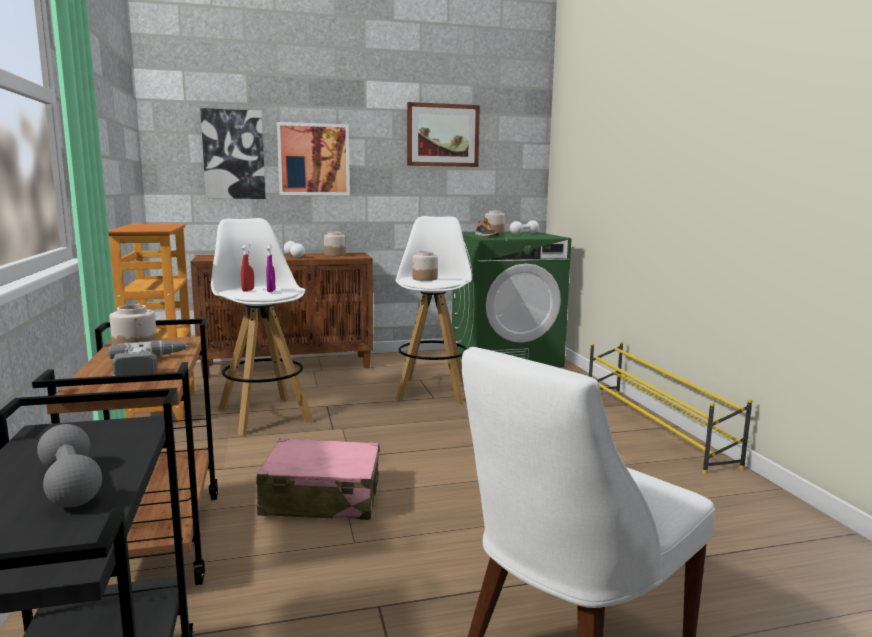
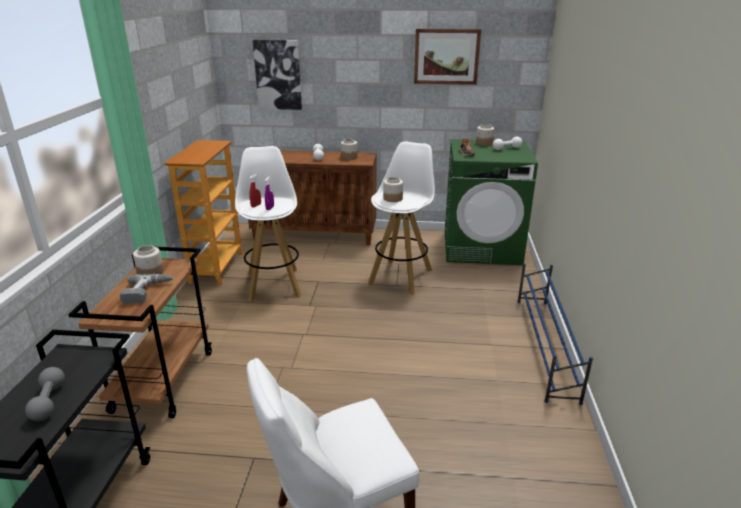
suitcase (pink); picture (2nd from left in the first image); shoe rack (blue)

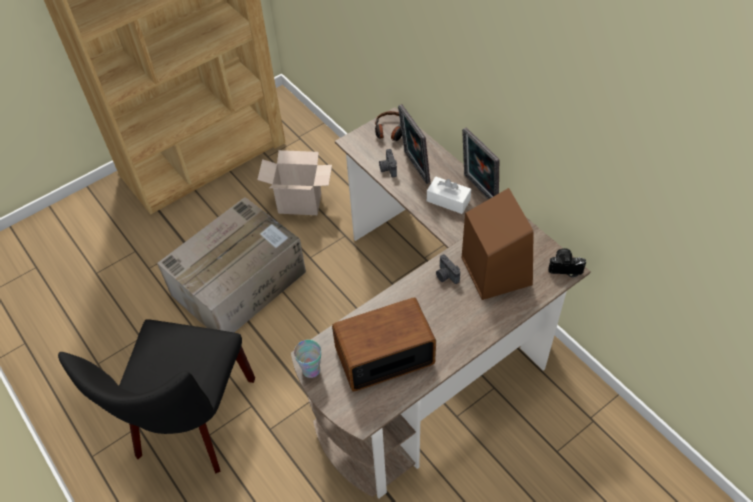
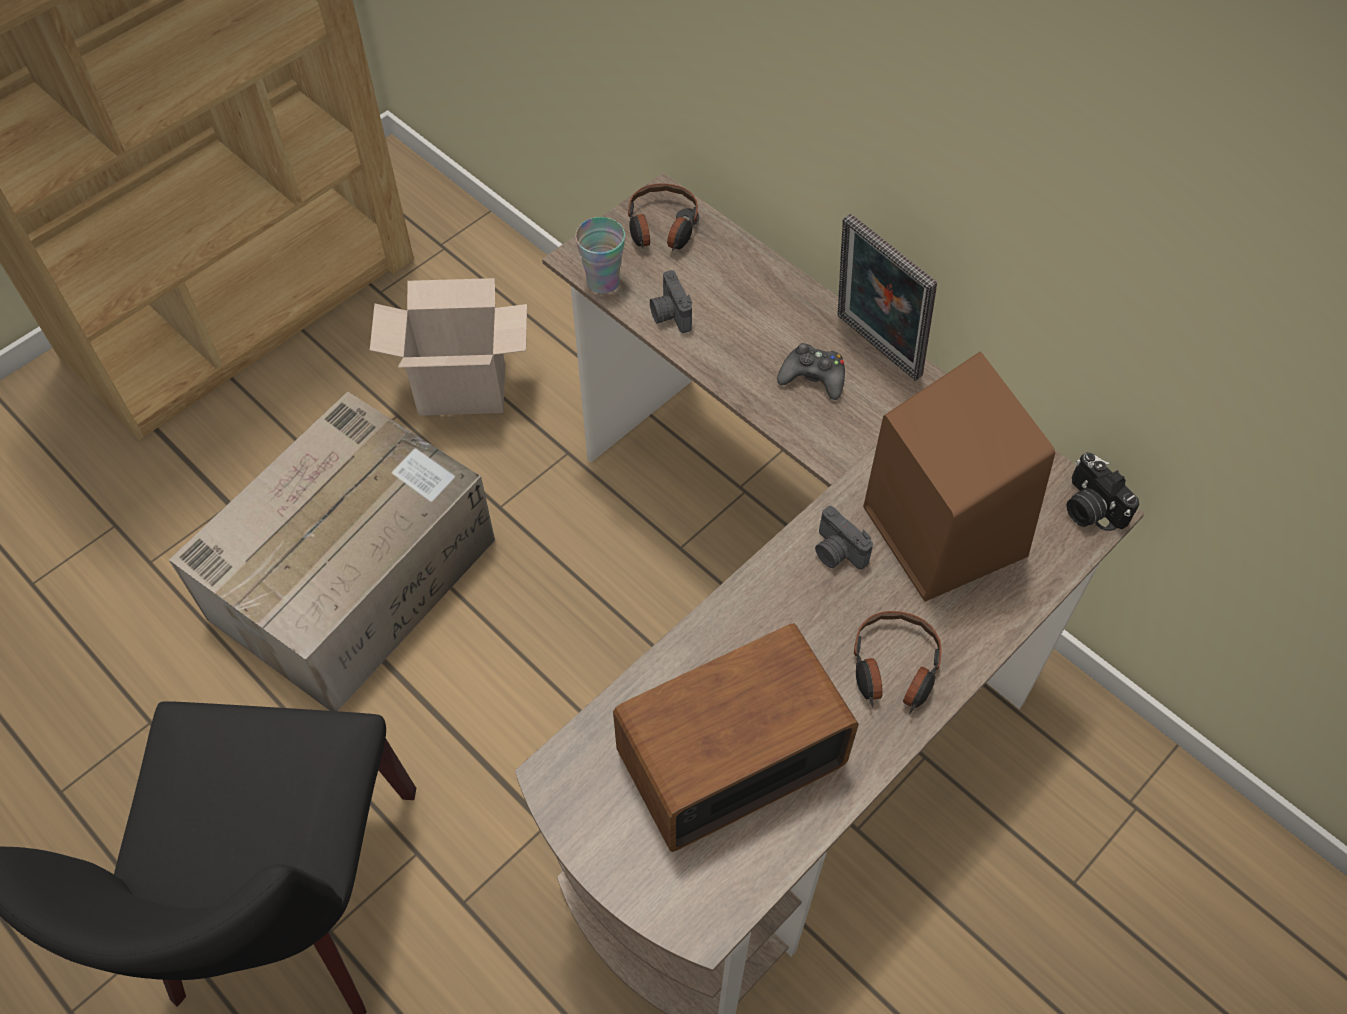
picture frame (1st from left in the first image); headphones (2nd from left); cup; game controller (black); photo camera (3rd from left)

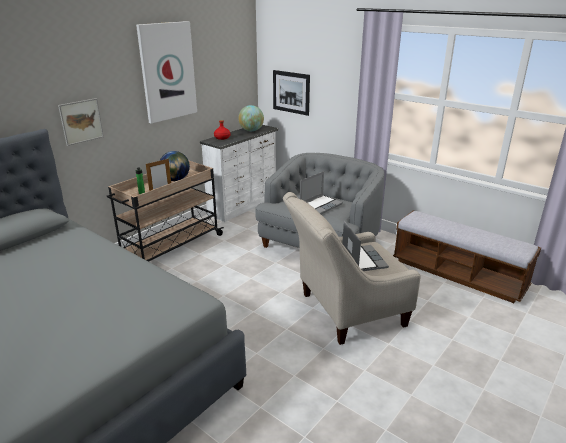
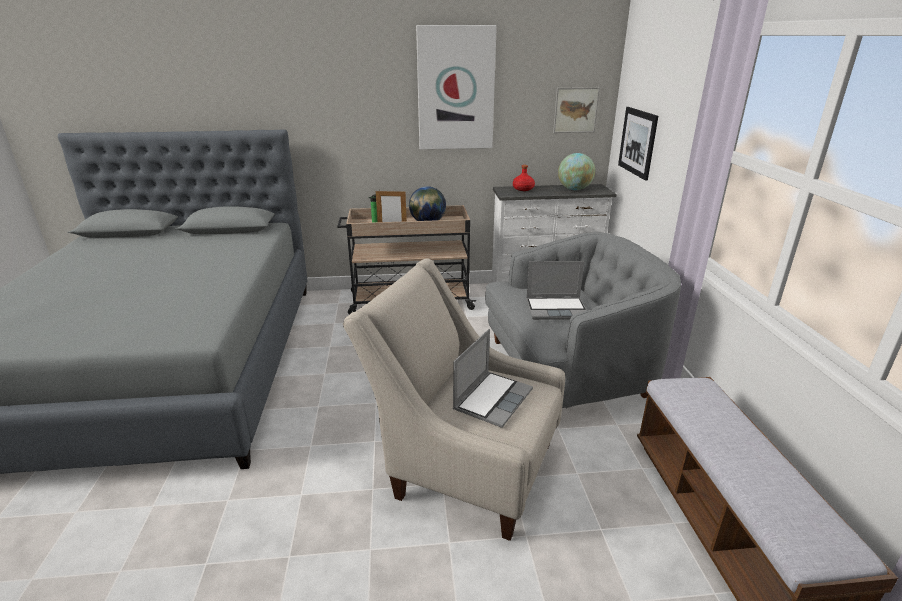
picture (2nd from left)

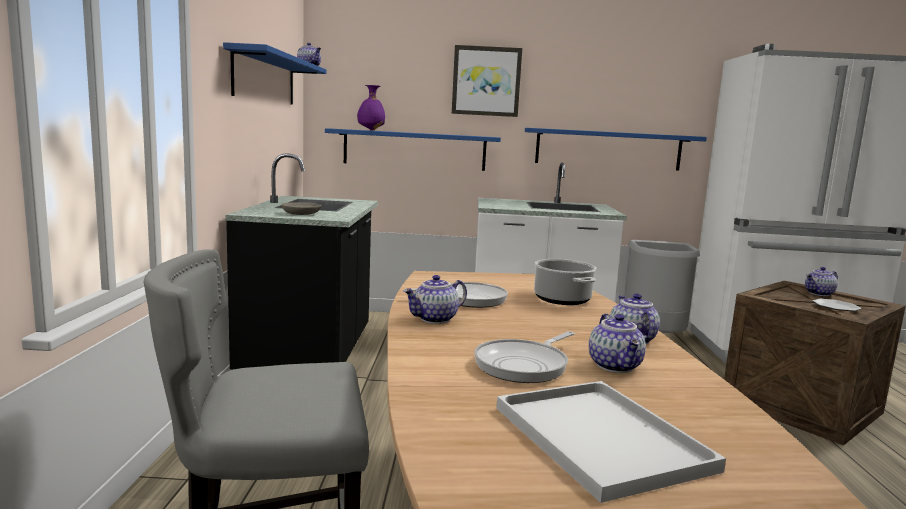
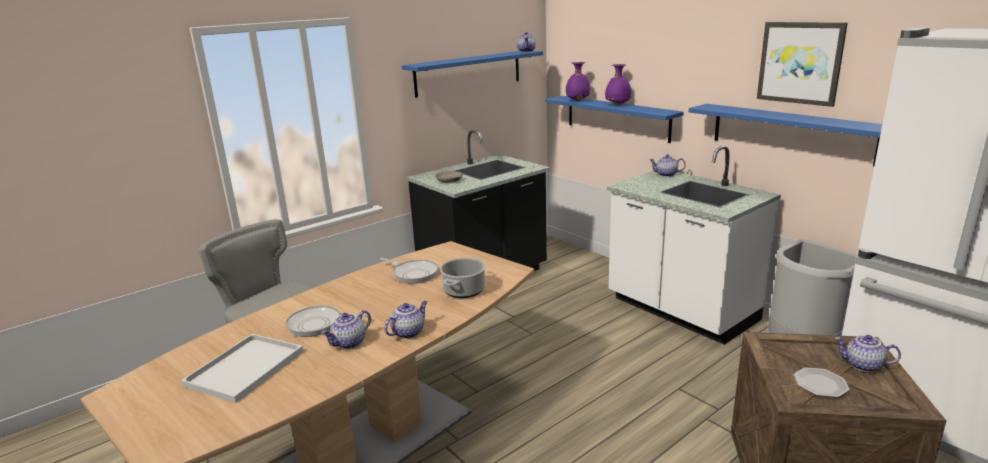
vase (purple) (2nd from left); teapot (4th from left); picture

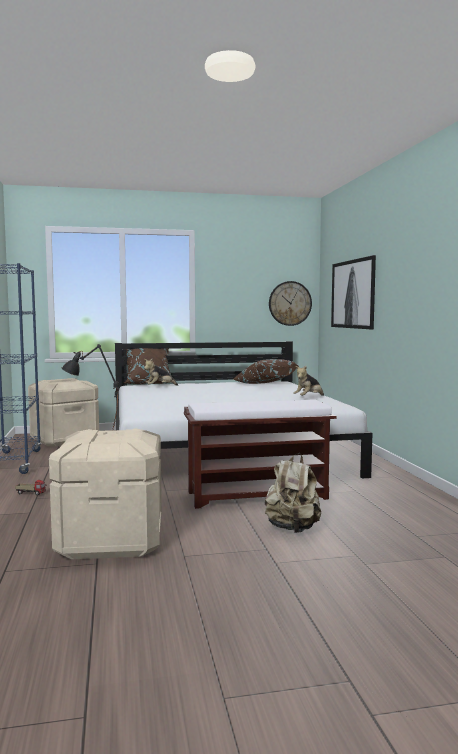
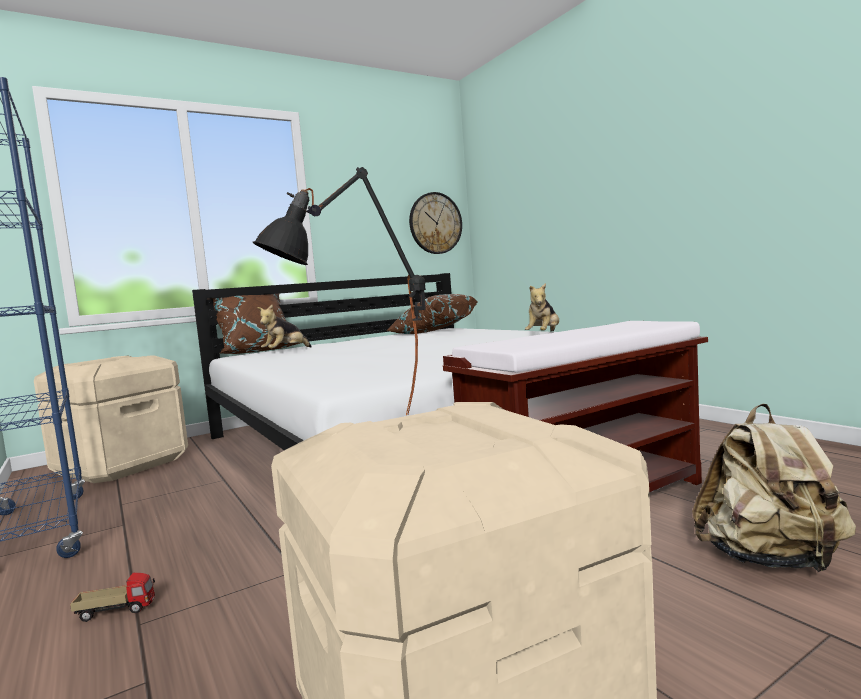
picture

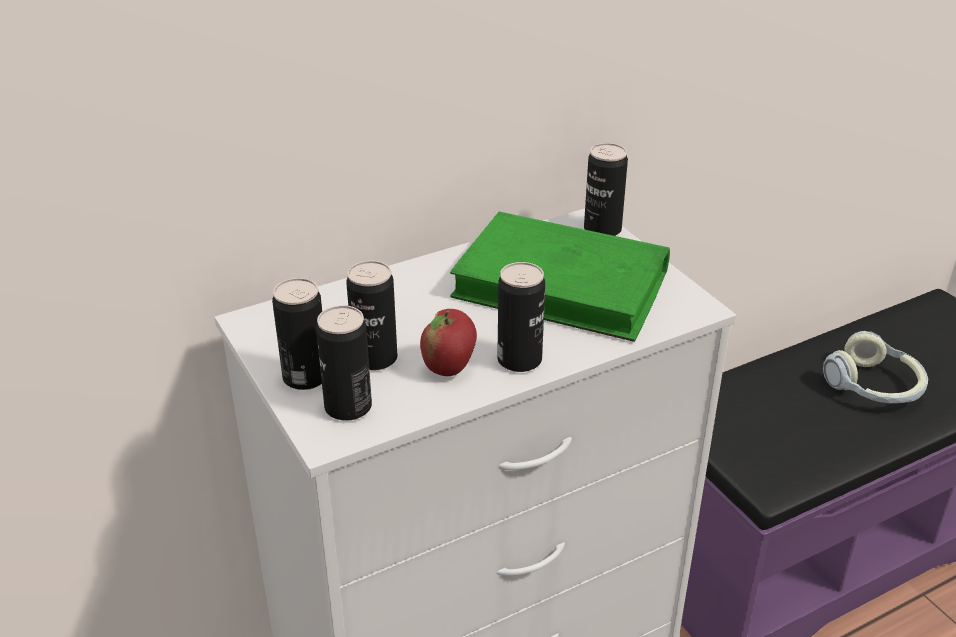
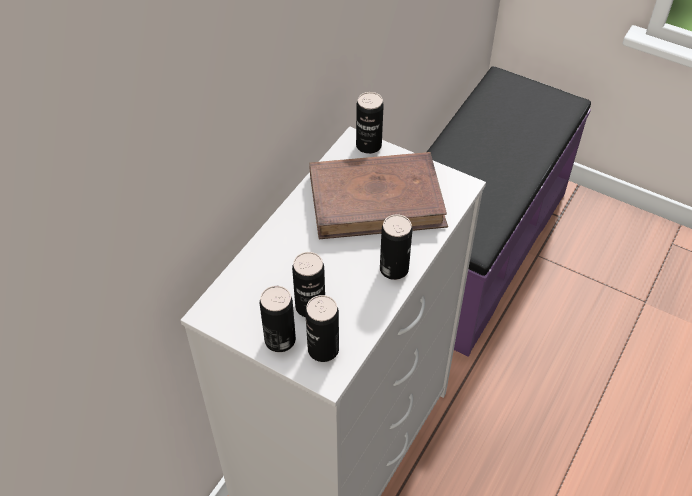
apple; headphones; book (brown)

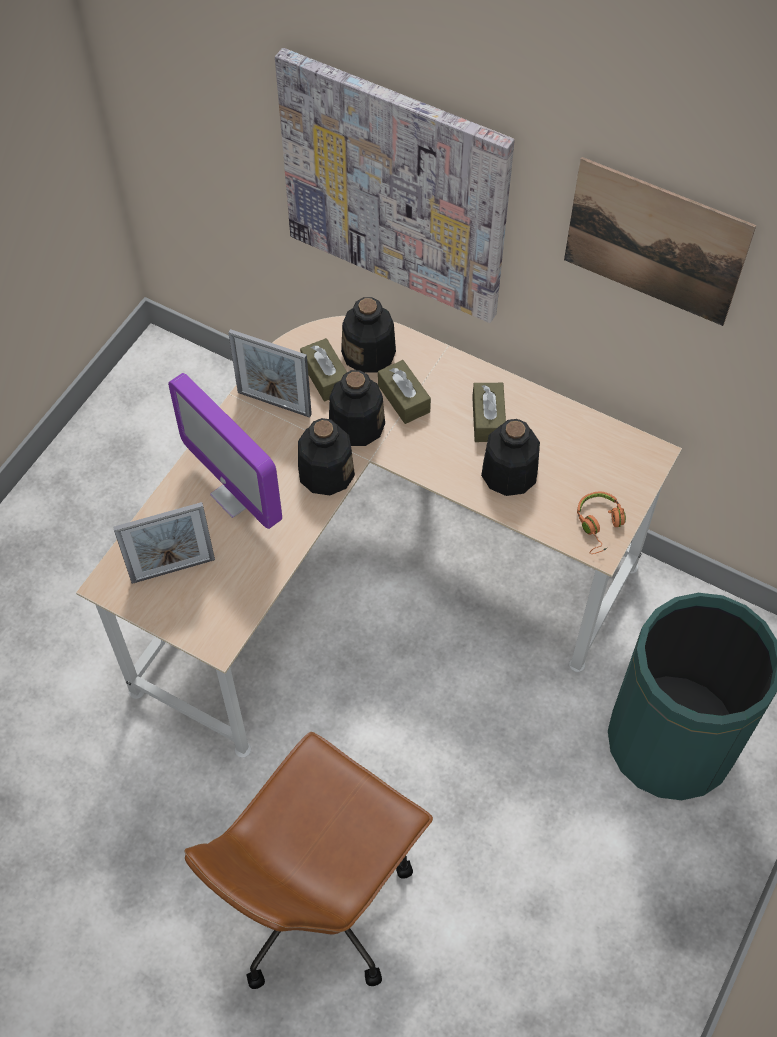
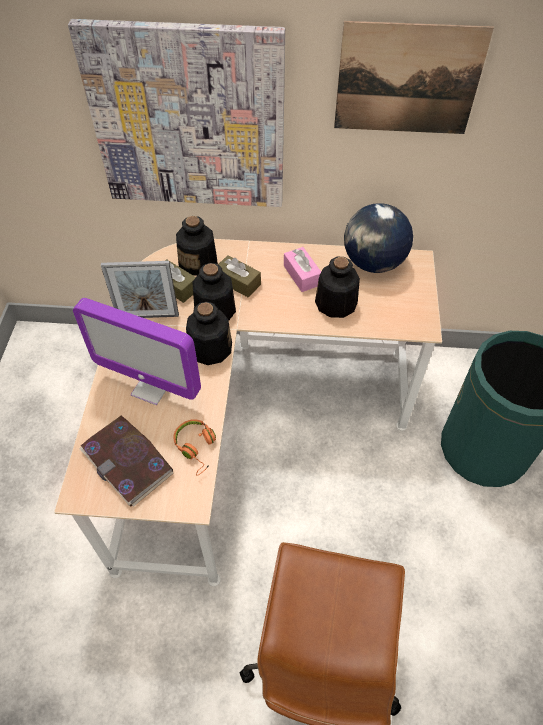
globe; headphones (orange); book; tissue box (pink)

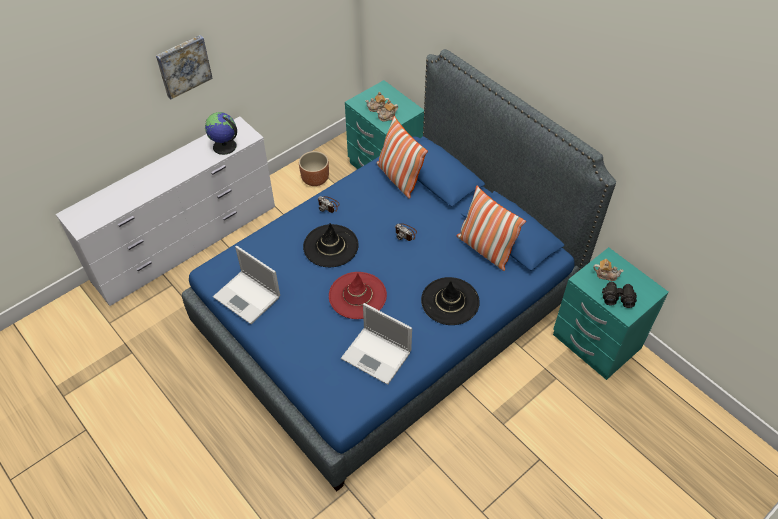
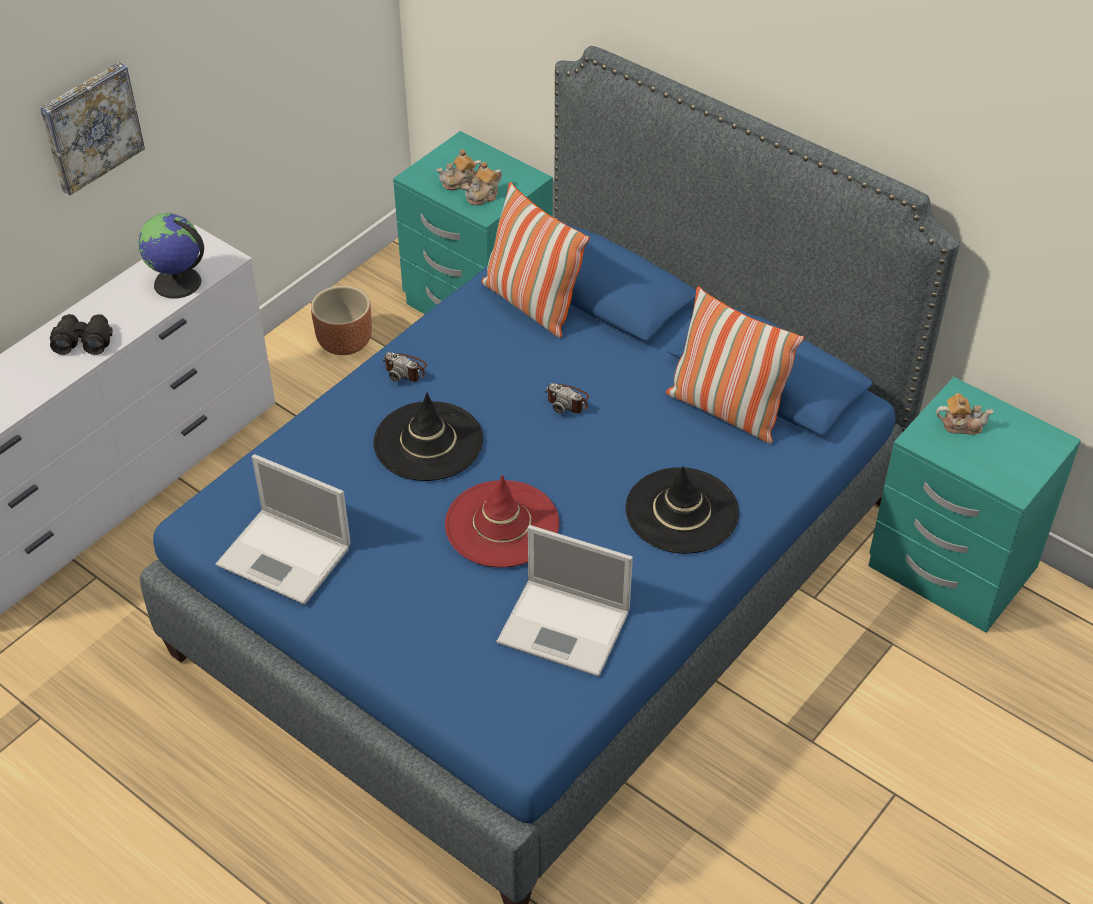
binoculars (black)

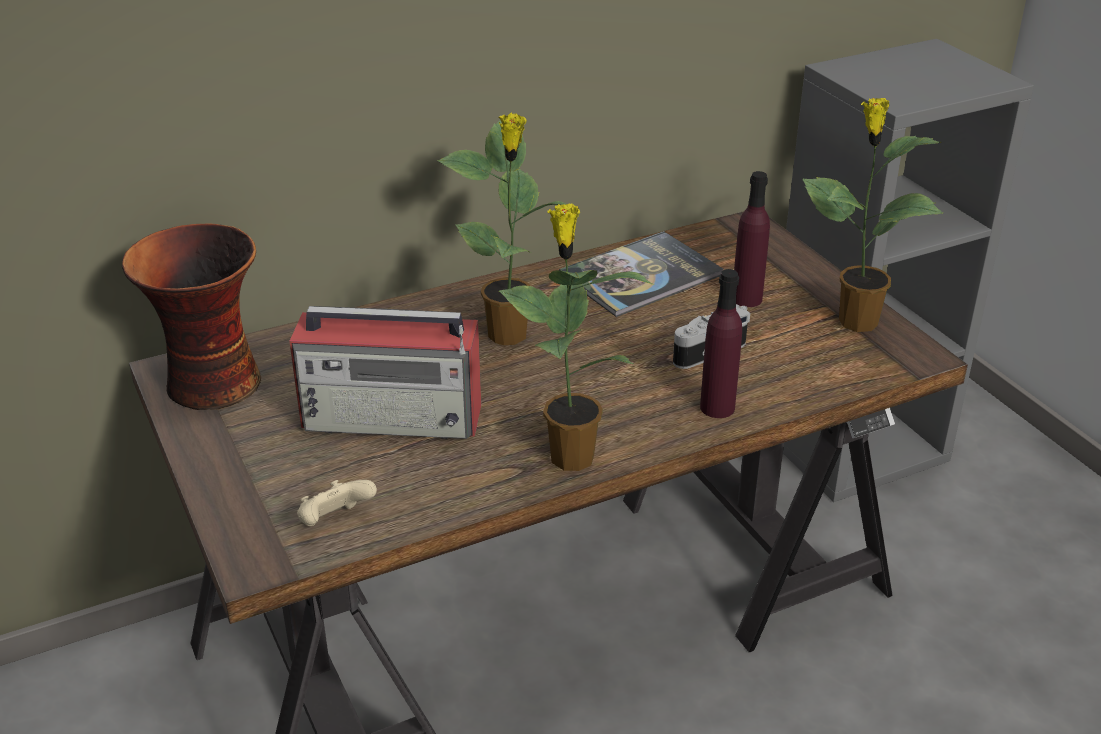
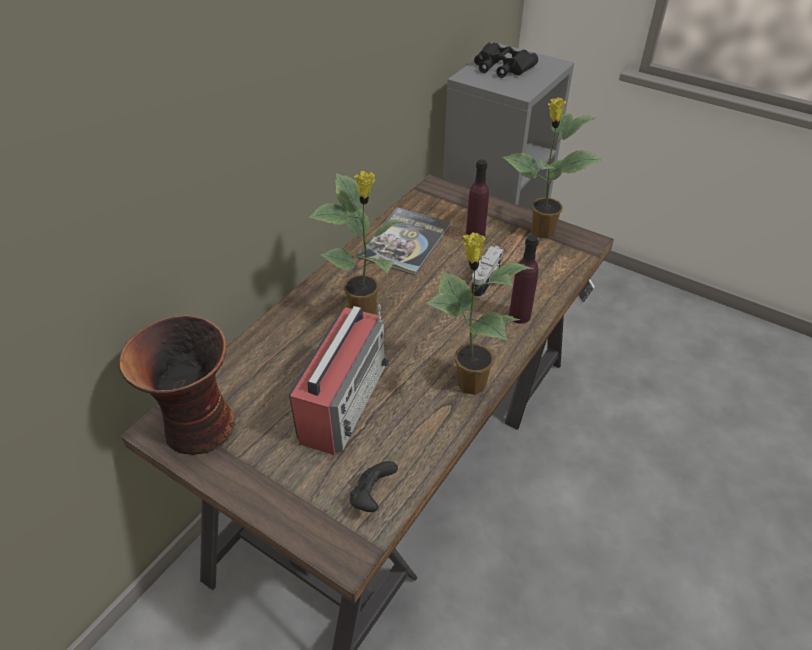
binoculars (black); game controller (black); radio

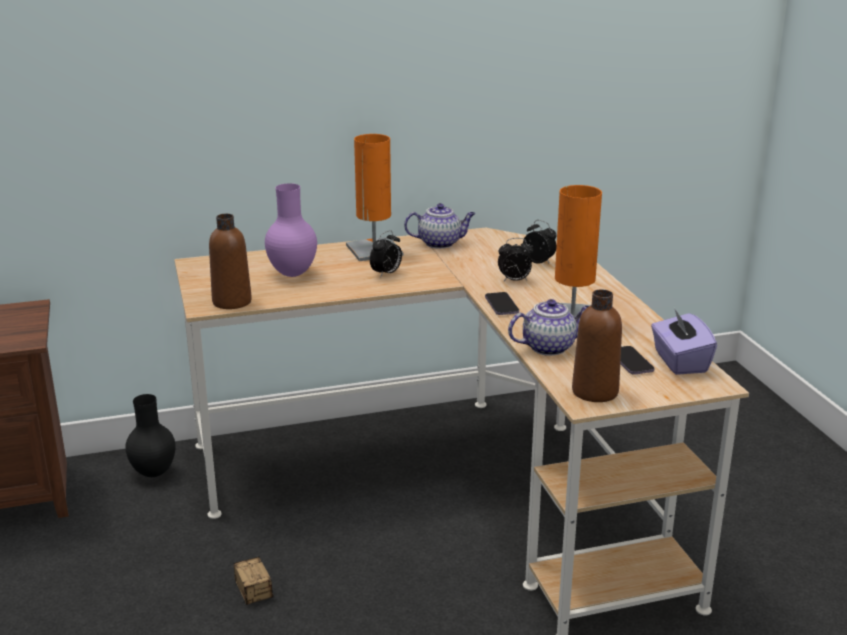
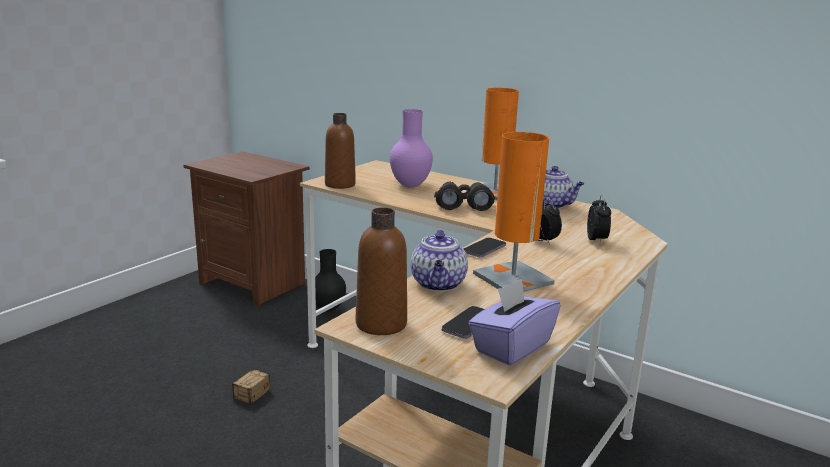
binoculars (black); teapot (1st from left)

